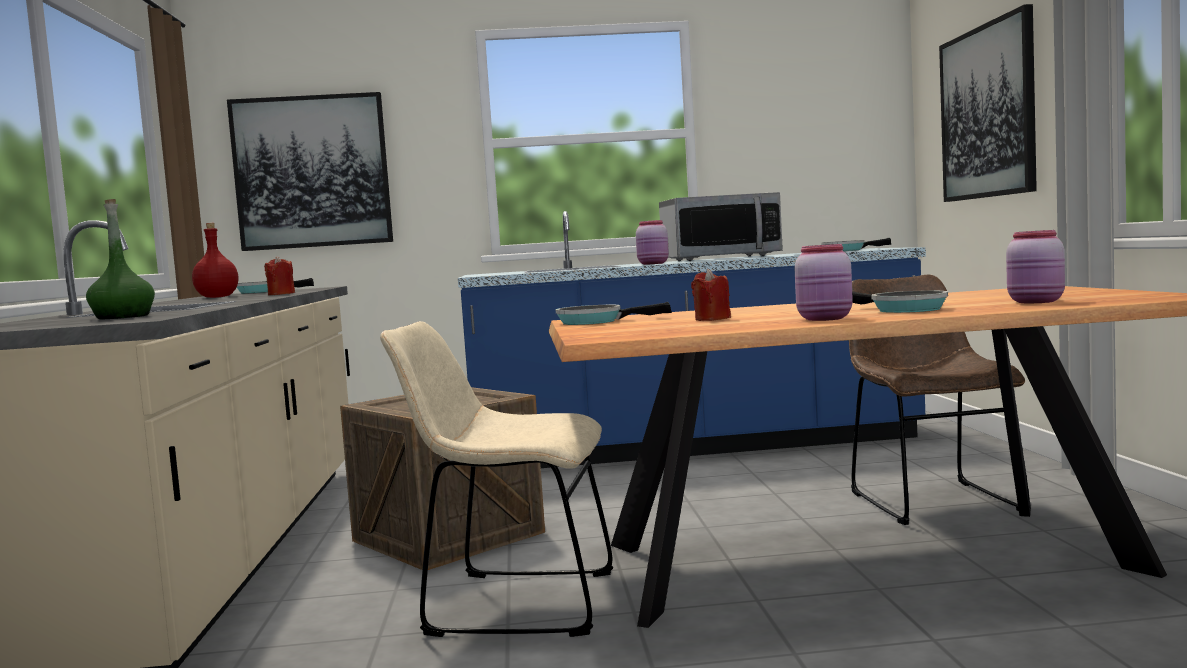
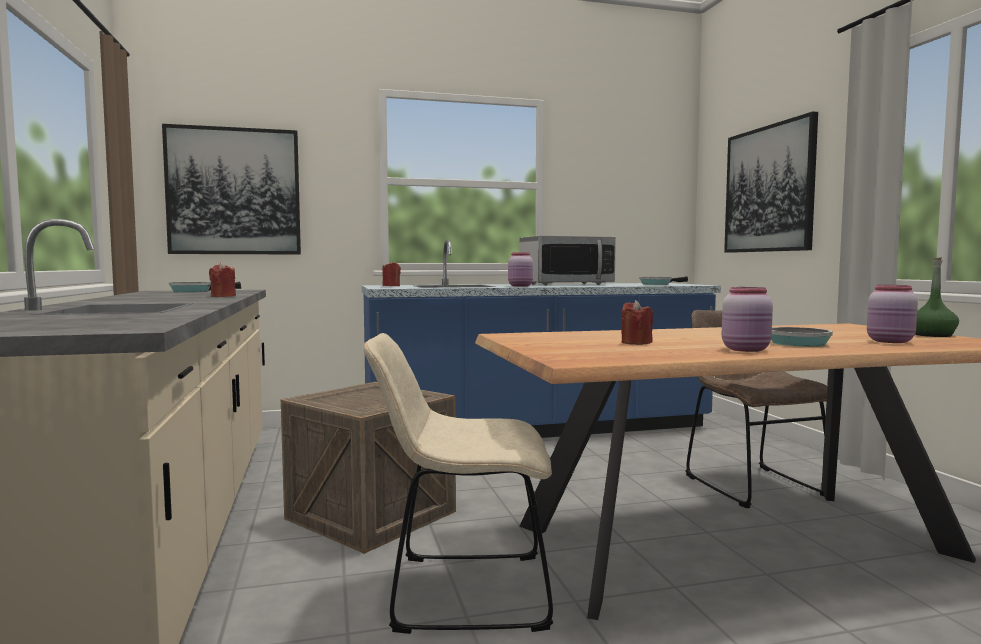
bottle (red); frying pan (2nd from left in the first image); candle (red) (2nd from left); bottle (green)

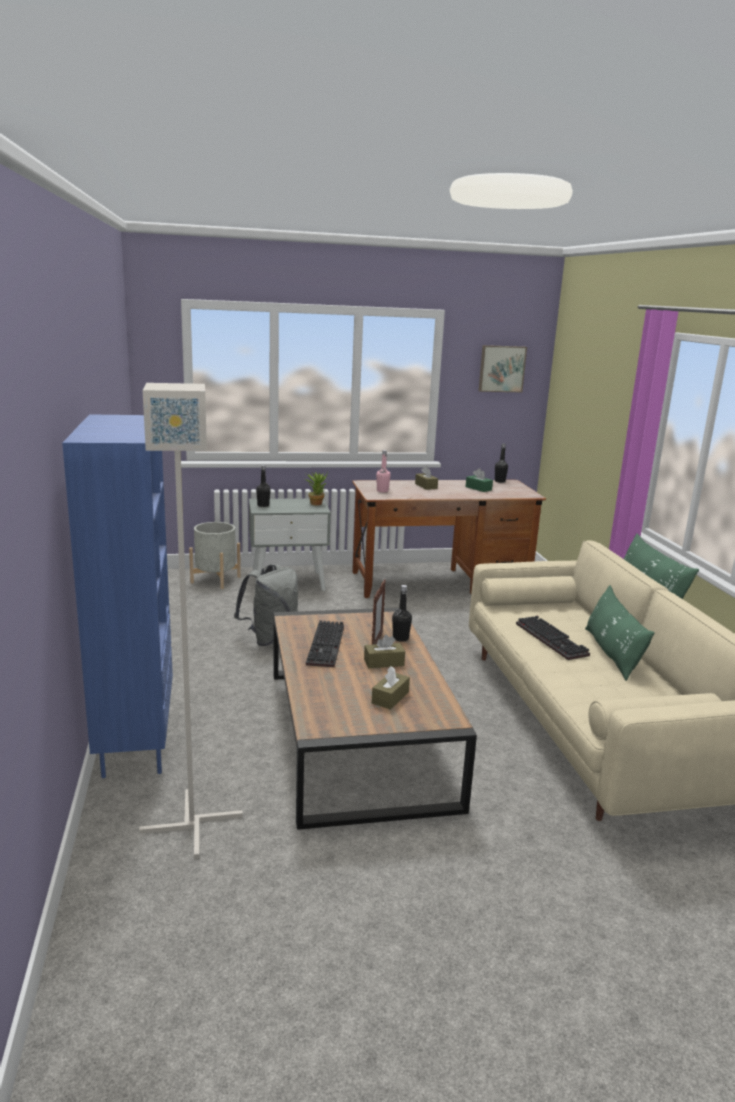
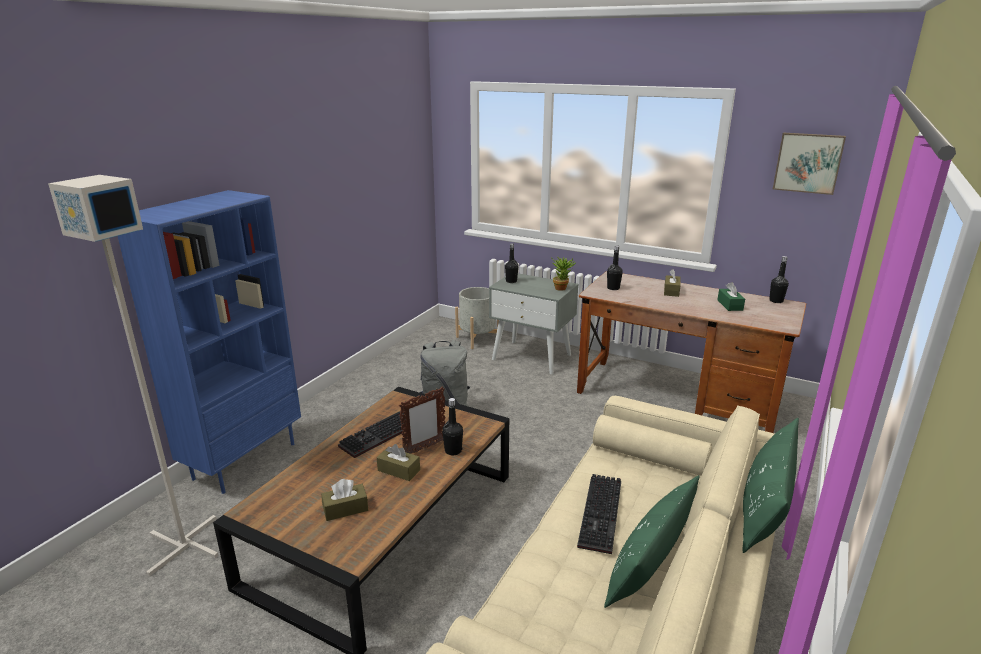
bottle (black) (3rd from left)

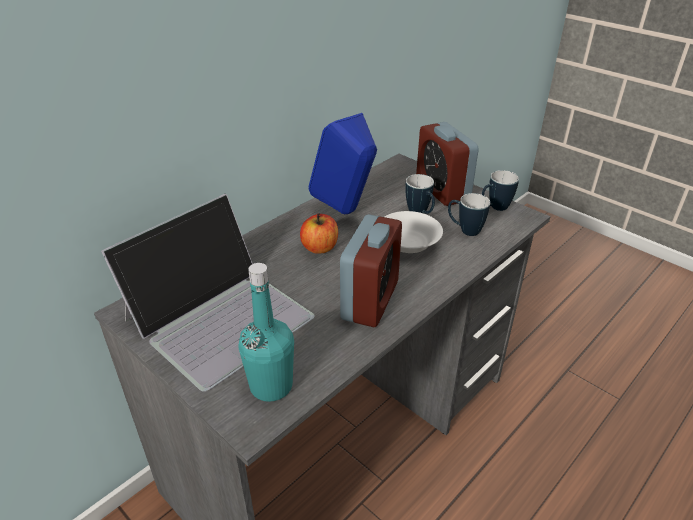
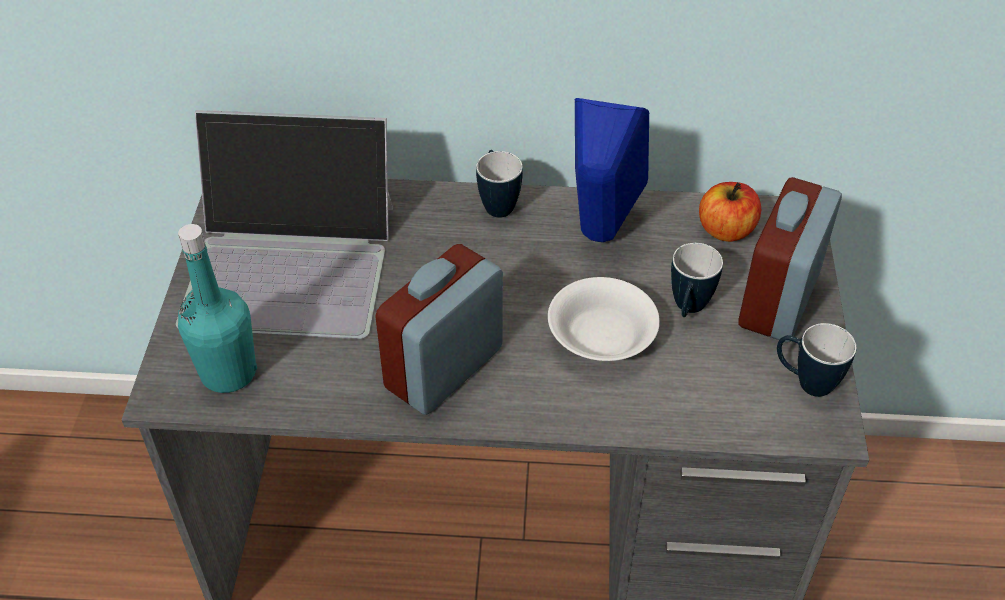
apple; mug (1st from left); alarm clock (1st from left)

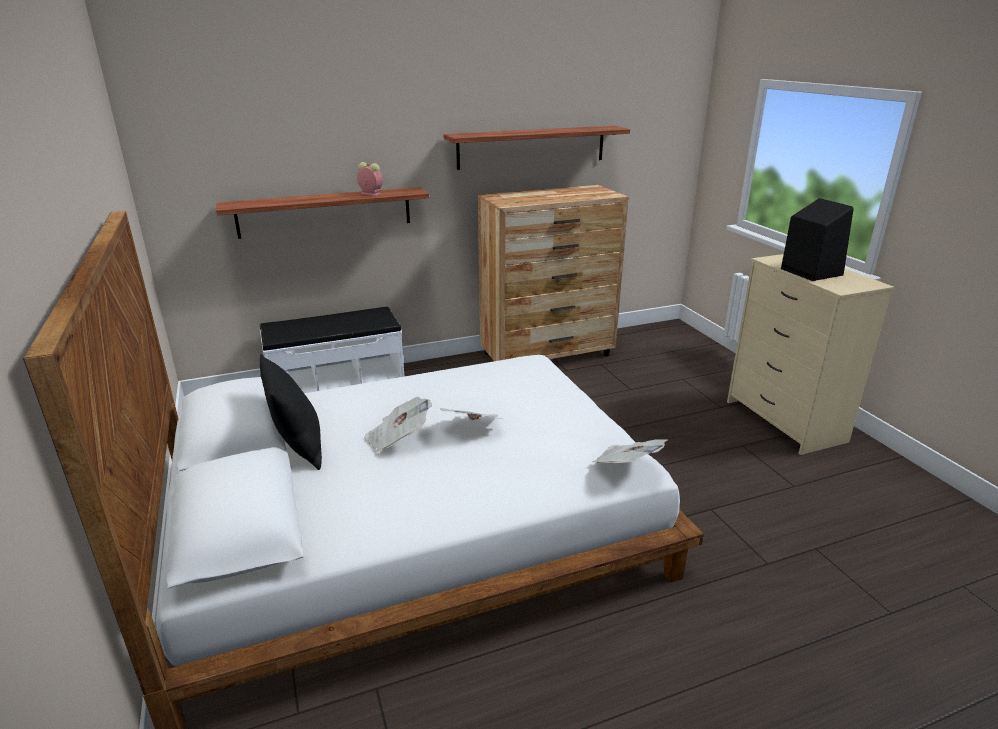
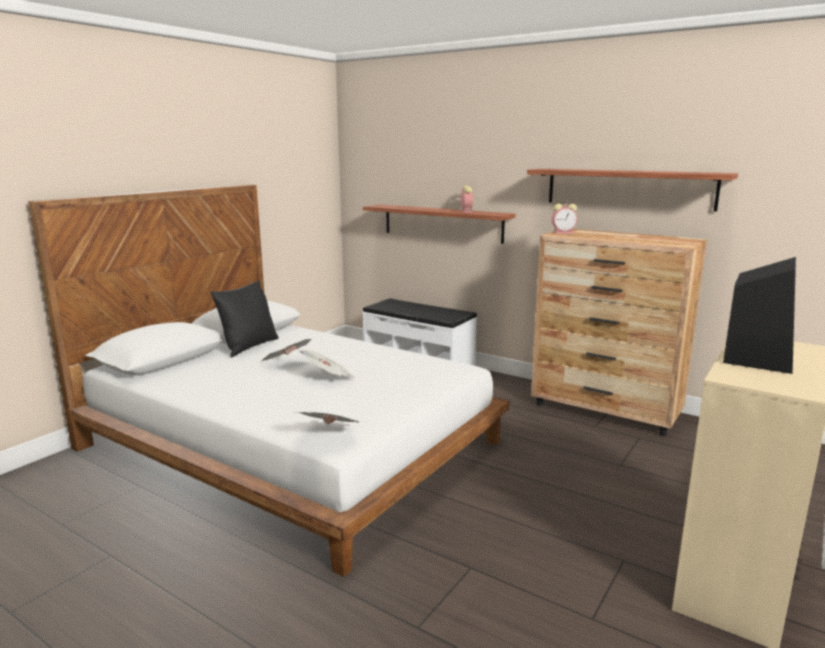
alarm clock (2nd from left)

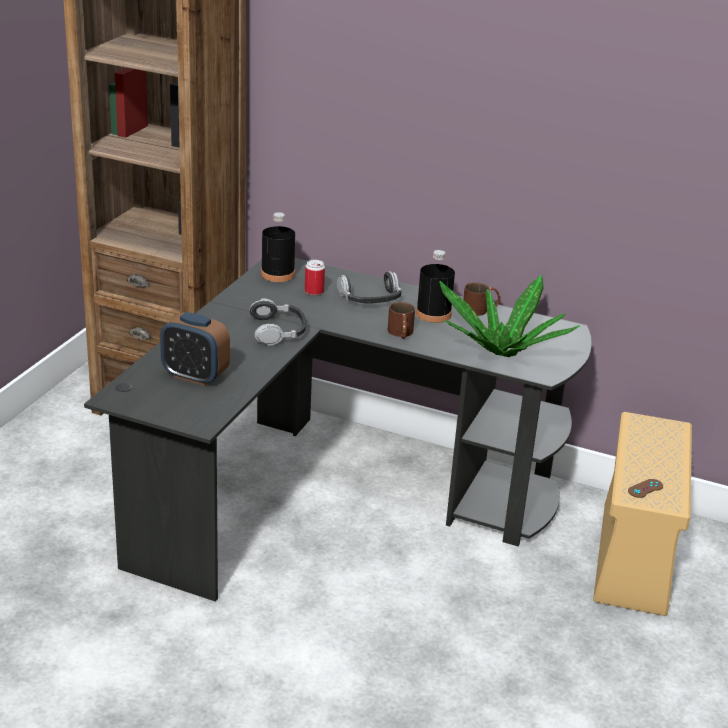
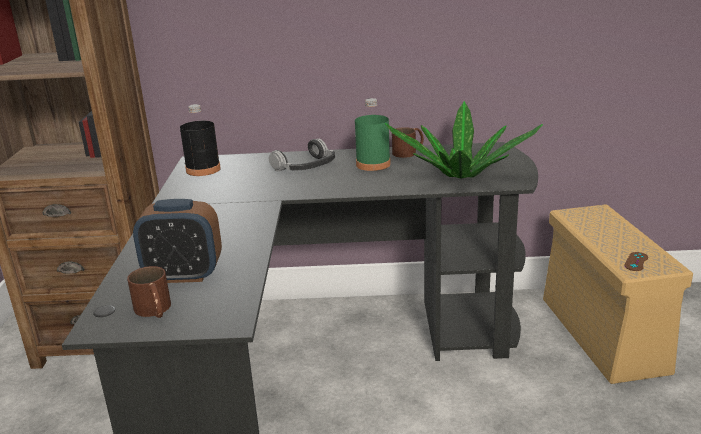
headphones (1st from left in the first image); can; mug (brown) (1st from left); bottle (green)

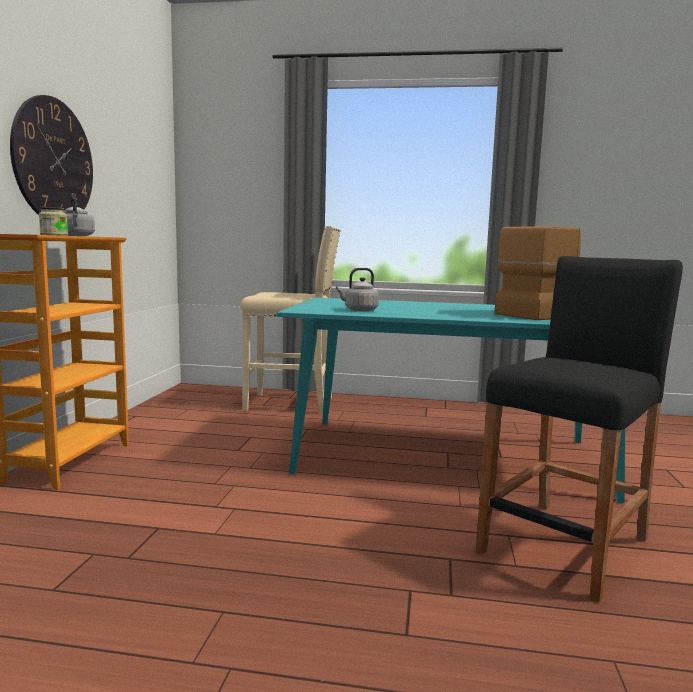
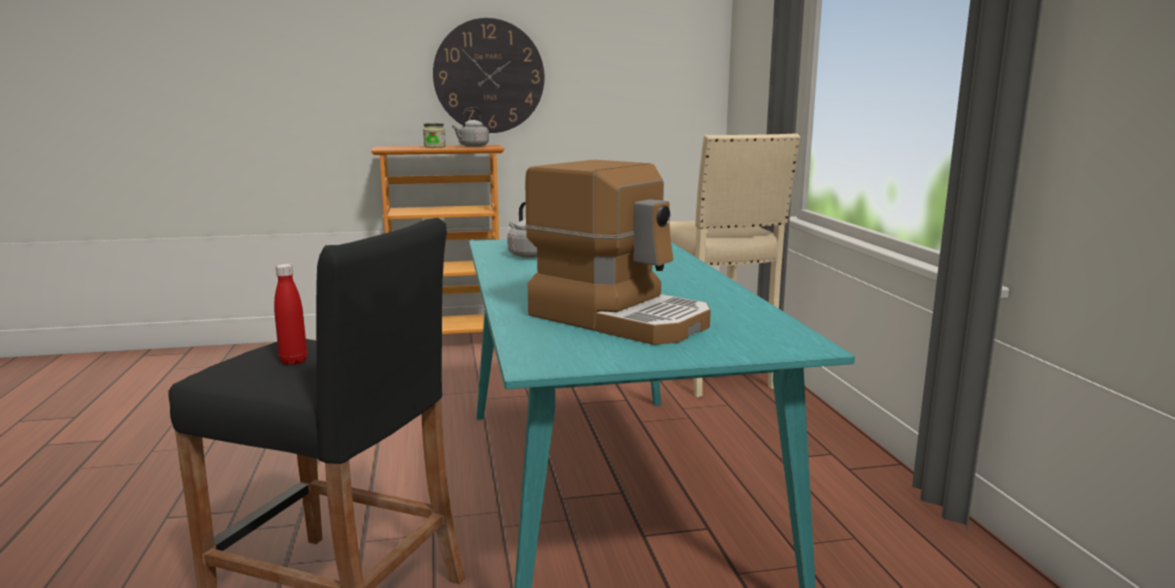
bottle (red)

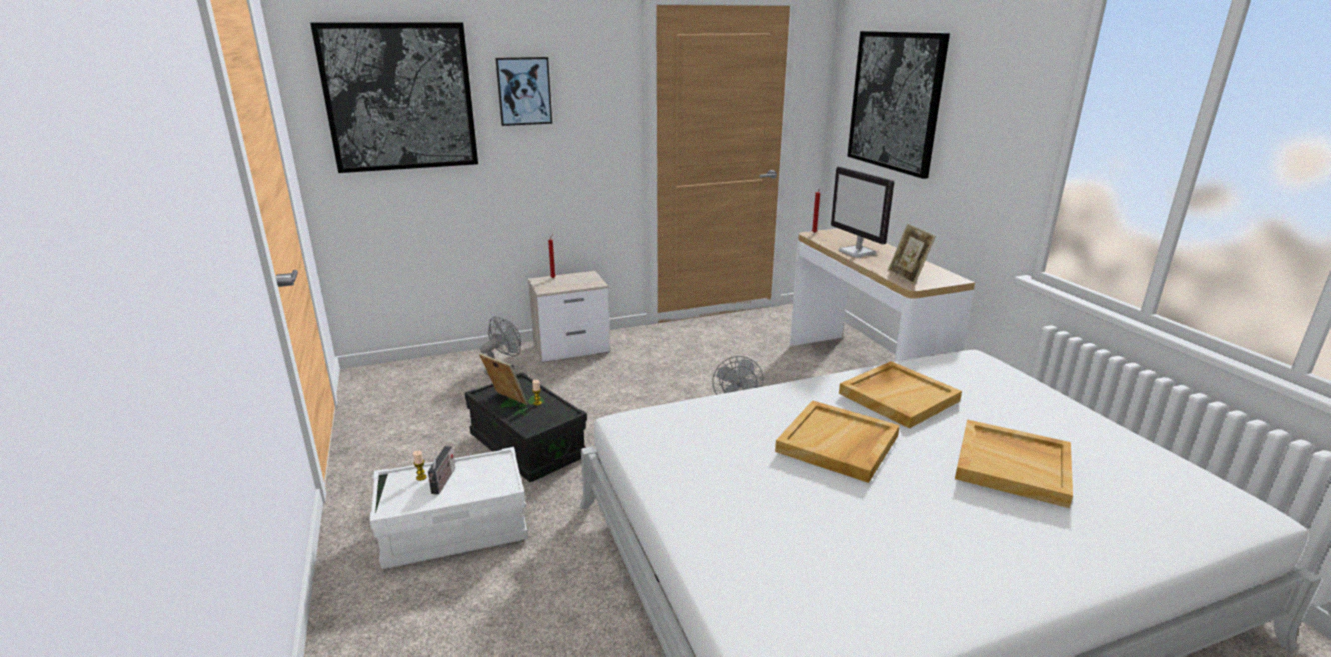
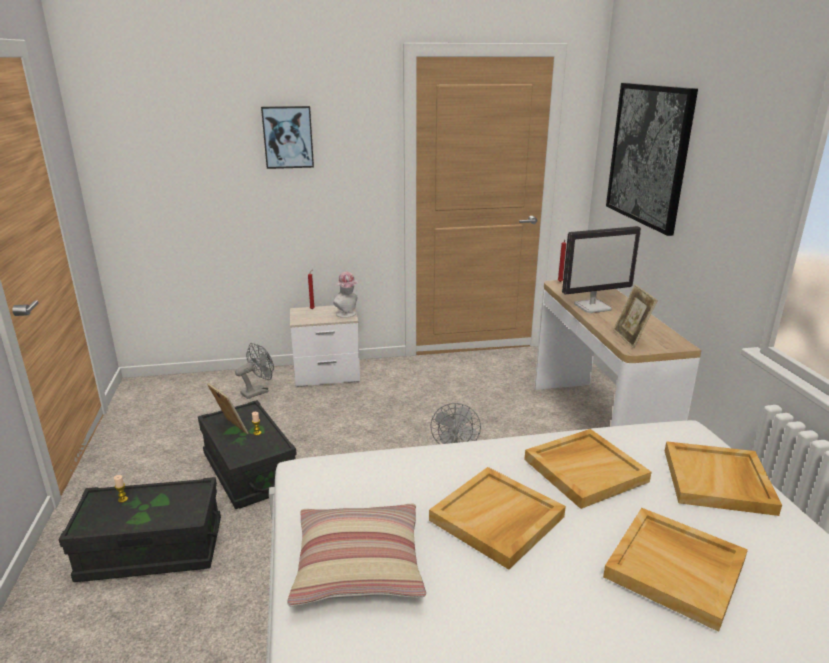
picture (1st from left in the first image); radio; pillow; hat; tray (beige) (4th from left); storage box (black) (1st from left); monitor

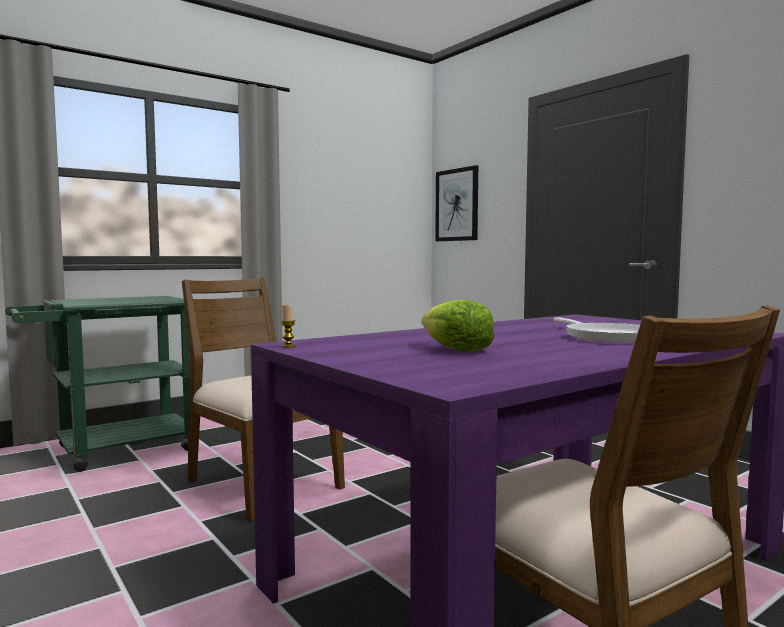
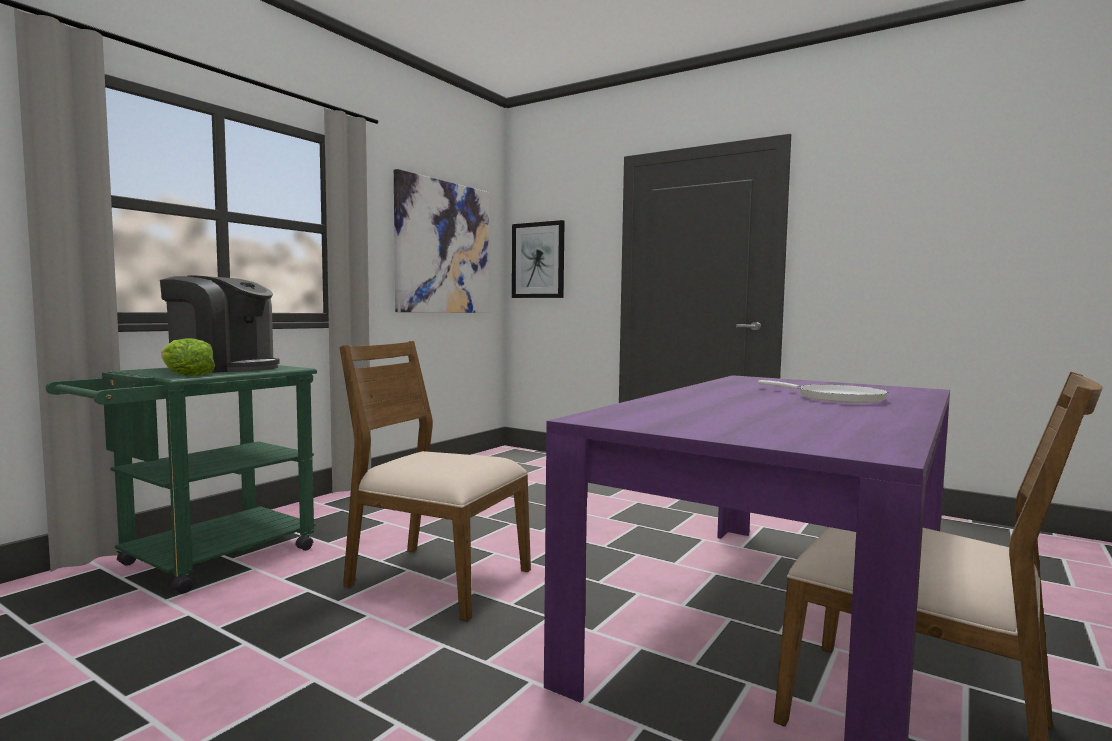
candle; coffee machine; picture (1st from left); lettuce

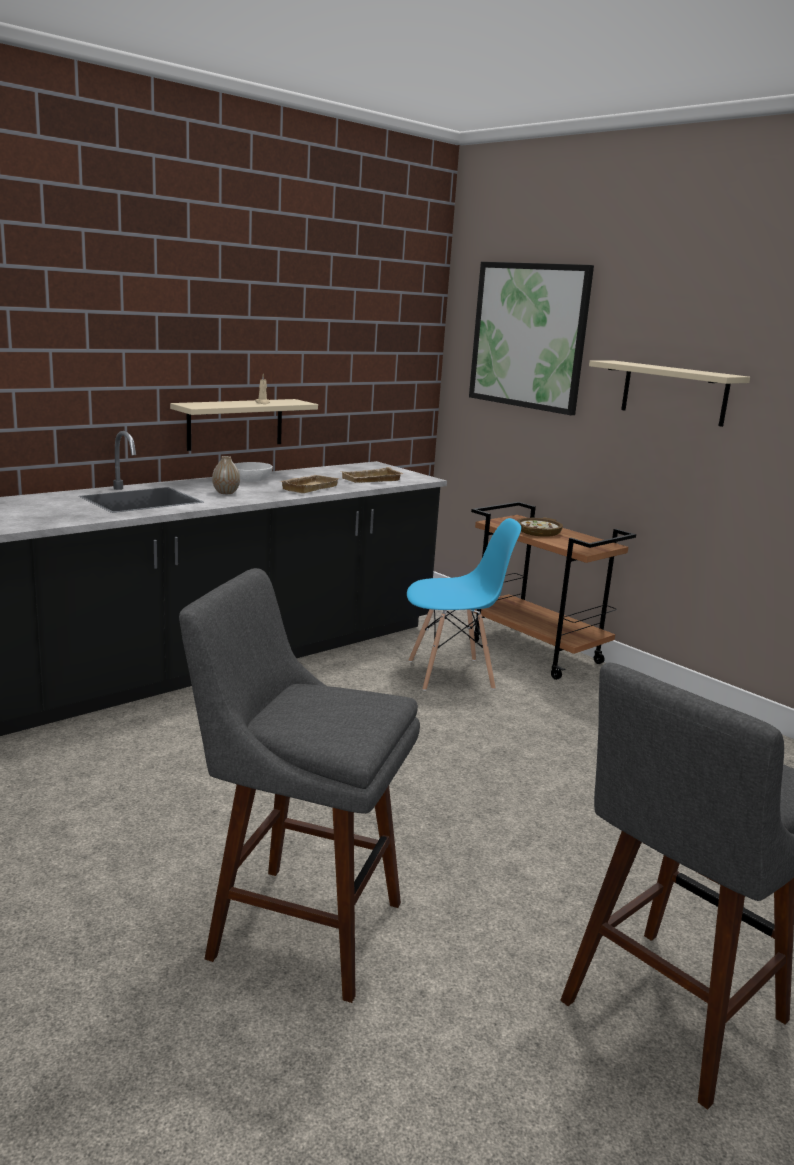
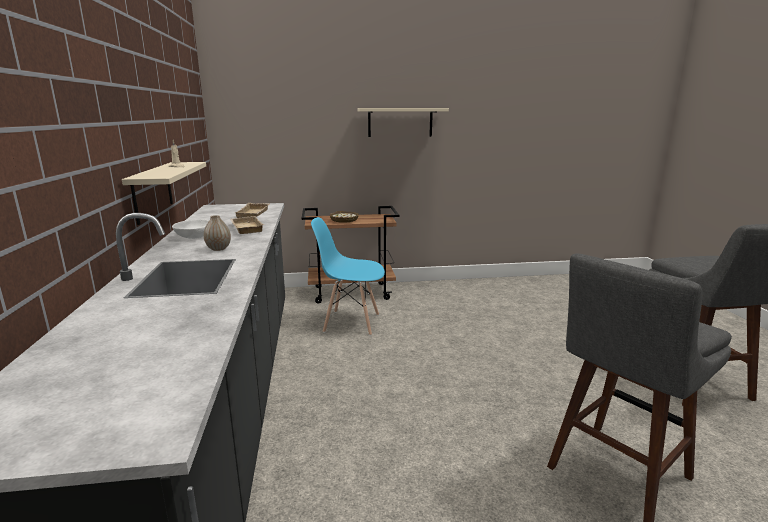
picture; chair (blue)

